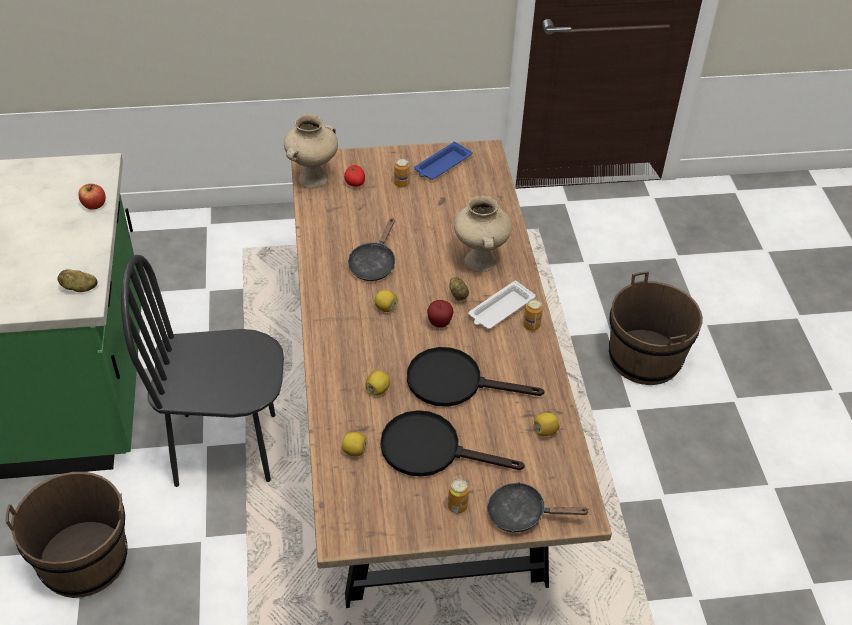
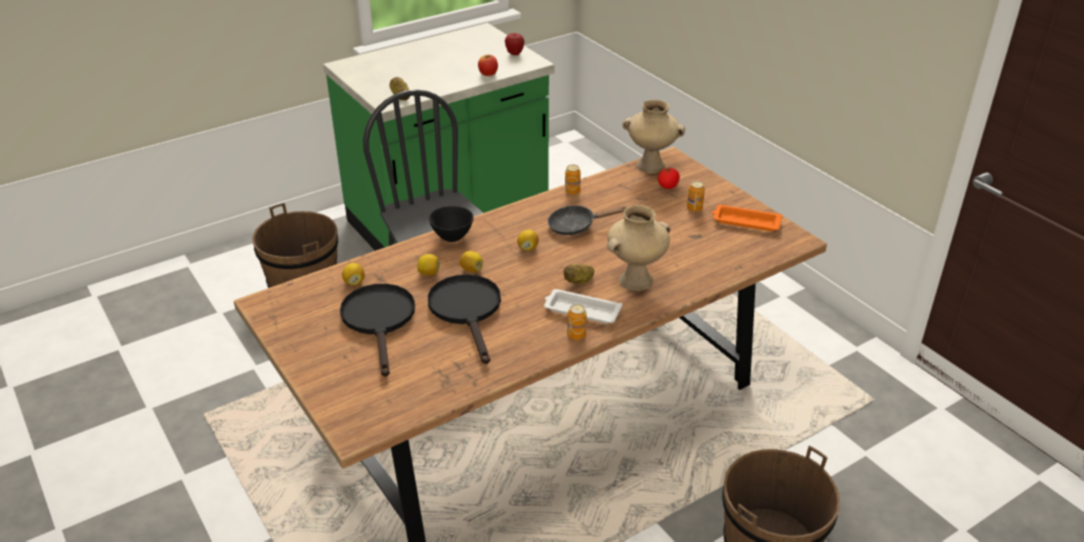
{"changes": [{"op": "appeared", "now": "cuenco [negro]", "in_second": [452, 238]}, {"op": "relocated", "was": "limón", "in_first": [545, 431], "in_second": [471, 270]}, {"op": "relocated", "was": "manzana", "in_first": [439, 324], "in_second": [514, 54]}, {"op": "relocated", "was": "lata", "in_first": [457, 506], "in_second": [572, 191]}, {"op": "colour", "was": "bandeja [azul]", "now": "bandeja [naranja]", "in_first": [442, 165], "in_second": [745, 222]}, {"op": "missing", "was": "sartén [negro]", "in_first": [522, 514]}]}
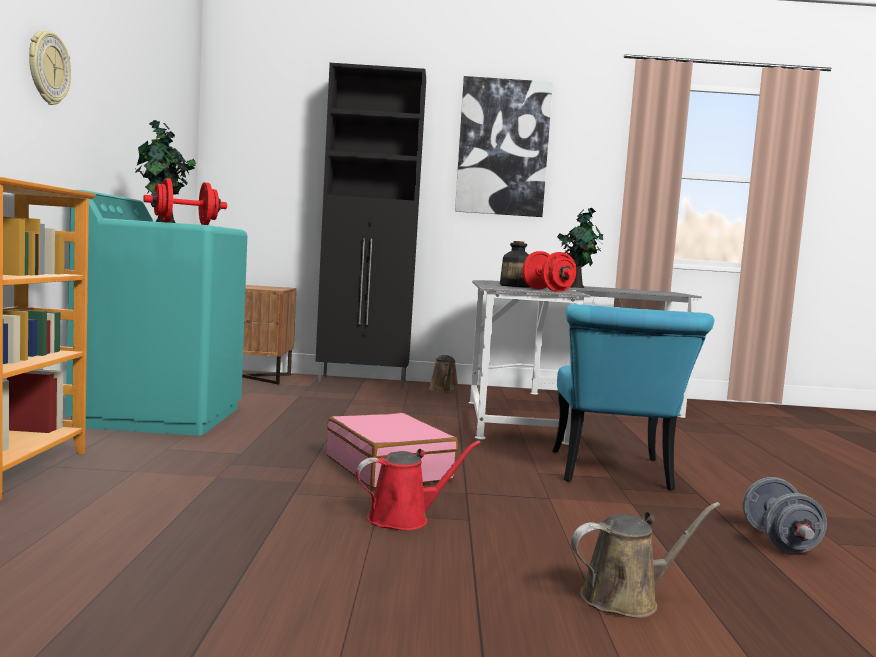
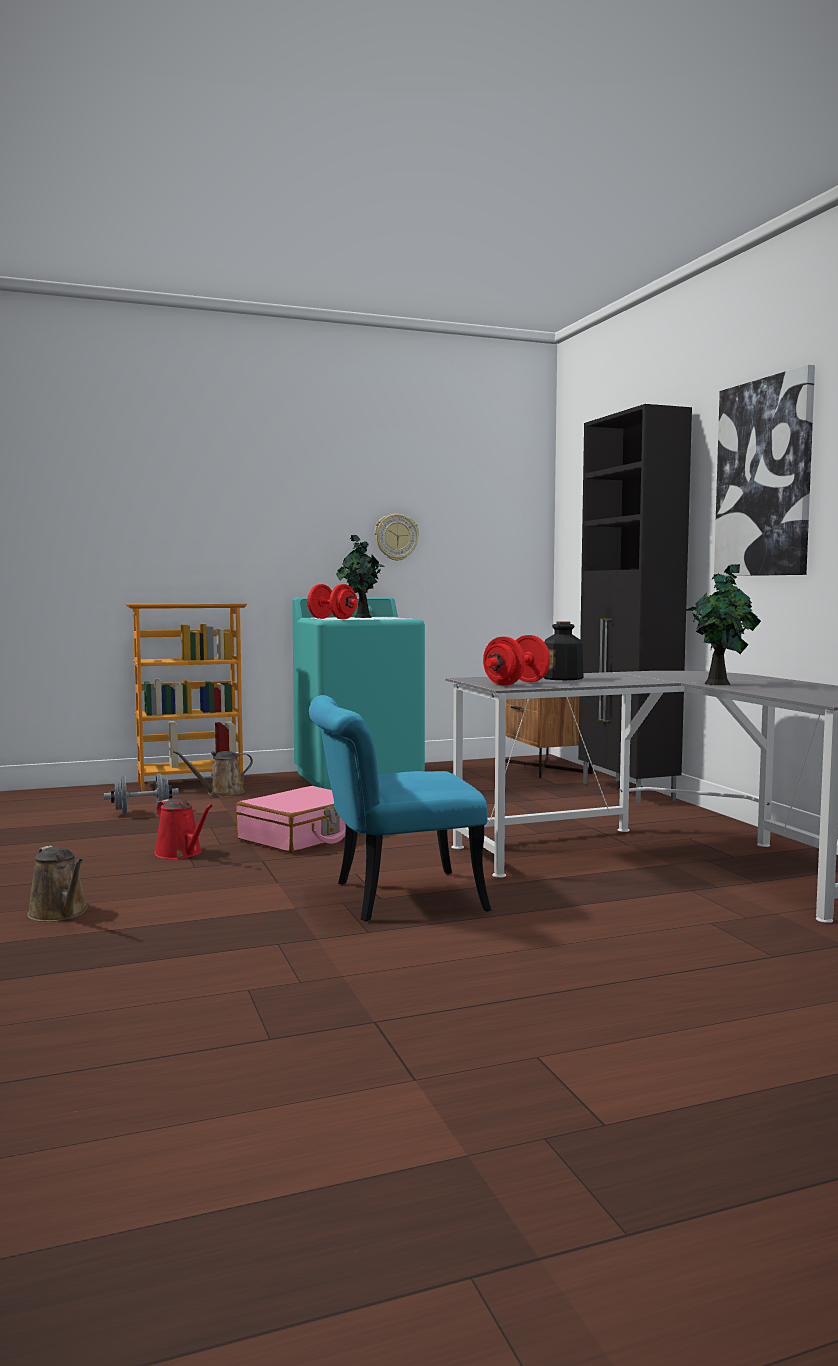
{"changes": [{"op": "relocated", "was": "mancuerna [gris]", "in_first": [779, 541], "in_second": [142, 812]}, {"op": "relocated", "was": "regadera [marrón]", "in_first": [444, 390], "in_second": [222, 793]}, {"op": "relocated", "was": "reloj de pared", "in_first": [47, 68], "in_second": [396, 537]}]}
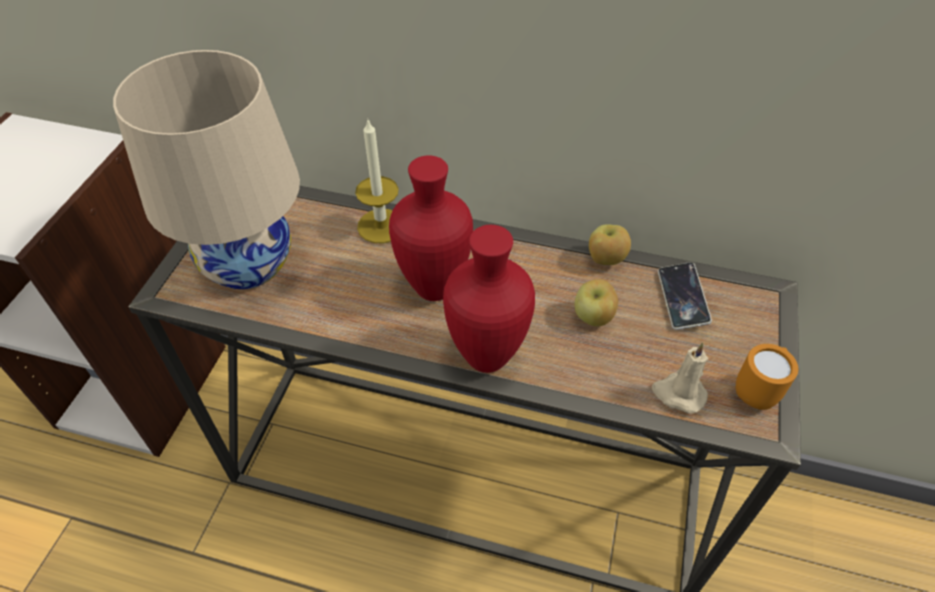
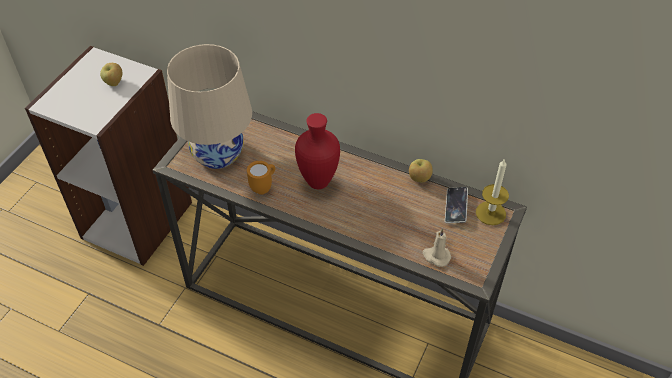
{"changes": [{"op": "relocated", "was": "manzana", "in_first": [593, 318], "in_second": [114, 83]}, {"op": "relocated", "was": "taza grande [naranja]", "in_first": [757, 392], "in_second": [263, 187]}, {"op": "relocated", "was": "vela", "in_first": [381, 226], "in_second": [490, 213]}, {"op": "missing", "was": "florero [rojo]", "in_first": [488, 359]}]}
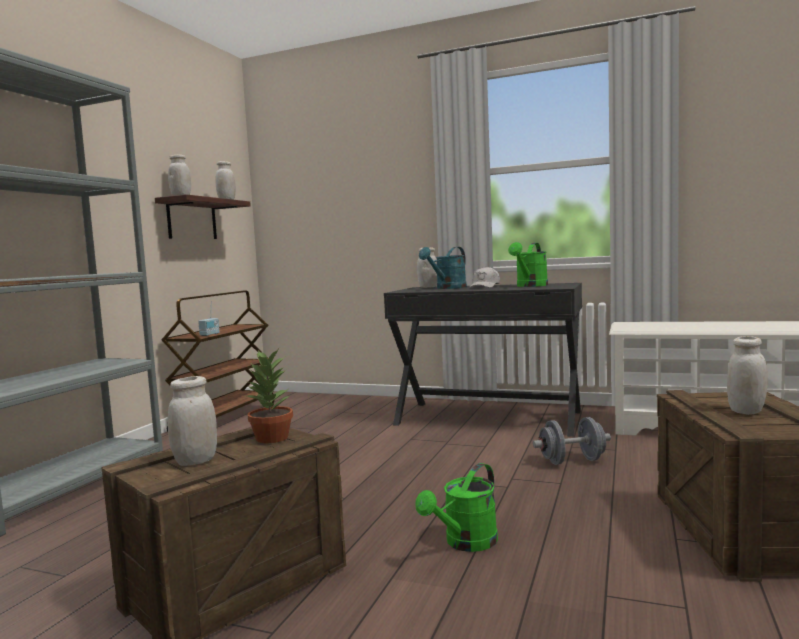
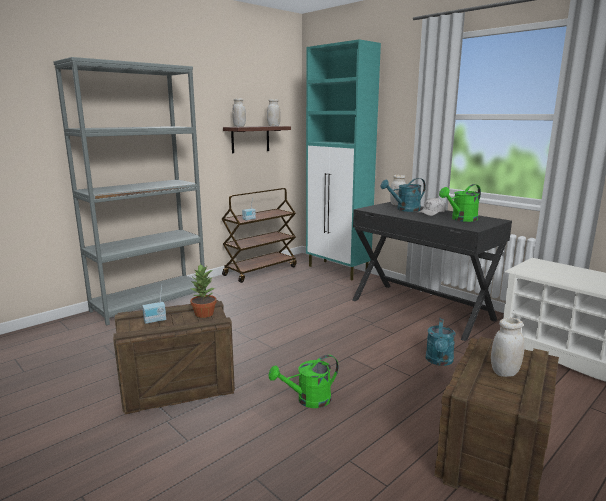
{"changes": [{"op": "exchanged", "was": "tarro [blanco]", "now": "radio", "in_first": [195, 461], "in_second": [155, 321]}, {"op": "appeared", "now": "armario [turquesa]", "in_second": [338, 270]}, {"op": "exchanged", "was": "mancuerna [gris]", "now": "regadera [turquesa]", "in_first": [572, 461], "in_second": [439, 361]}]}
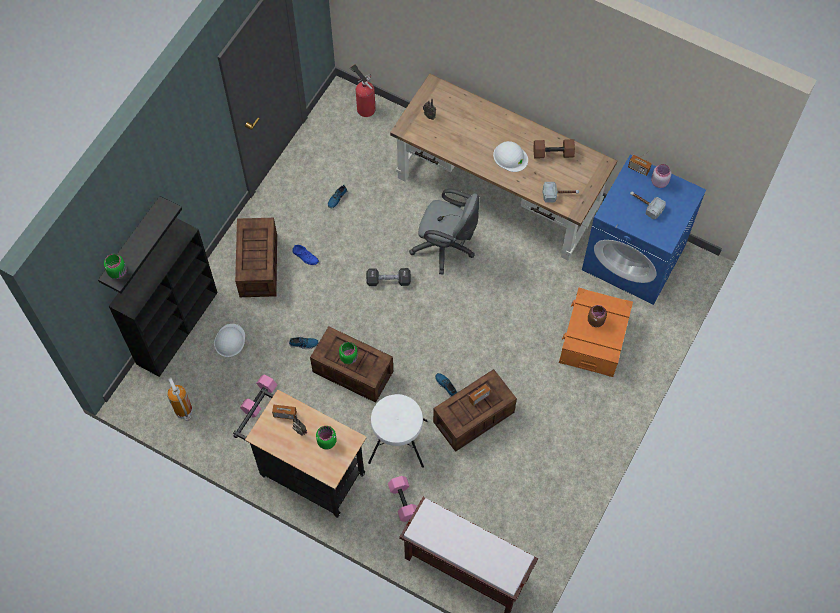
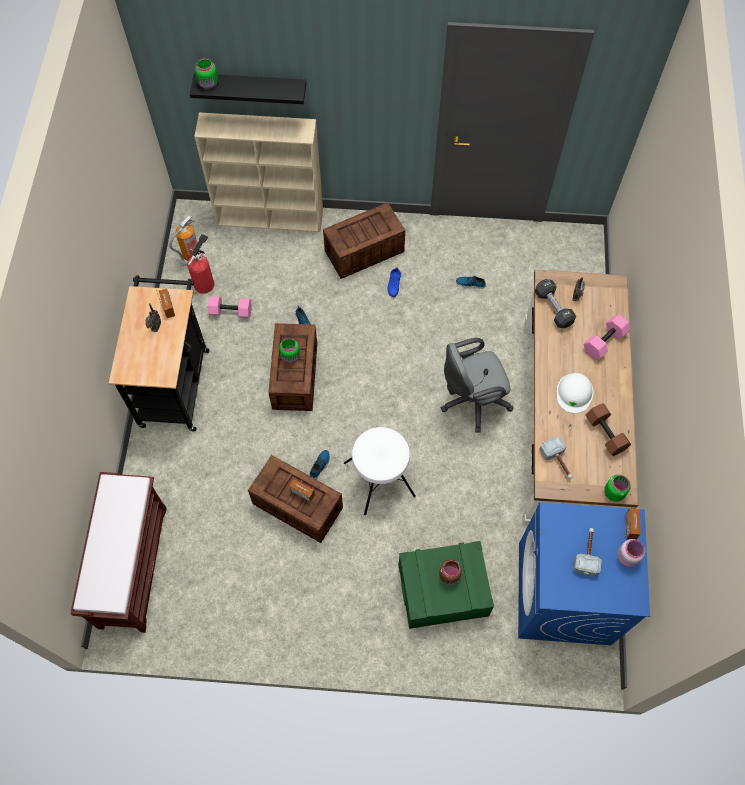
{"changes": [{"op": "relocated", "was": "extintor", "in_first": [364, 107], "in_second": [205, 283]}, {"op": "colour", "was": "estantería [negro]", "now": "estantería [beis]", "in_first": [177, 327], "in_second": [271, 217]}, {"op": "relocated", "was": "taburete [blanco]", "in_first": [397, 440], "in_second": [380, 478]}, {"op": "colour", "was": "caja de almacenaje [naranja]", "now": "caja de almacenaje [verde]", "in_first": [593, 340], "in_second": [443, 590]}, {"op": "spun", "was": "silla de oficina [gris]", "in_first": [446, 247], "in_second": [471, 401], "clockwise": 75}, {"op": "relocated", "was": "mancuerna [negro]", "in_first": [388, 280], "in_second": [553, 308]}, {"op": "relocated", "was": "mancuerna [rosa]", "in_first": [404, 501], "in_second": [604, 342]}, {"op": "relocated", "was": "tarro [verde]", "in_first": [326, 441], "in_second": [614, 492]}, {"op": "missing", "was": "casco [blanco]", "in_first": [229, 340]}]}
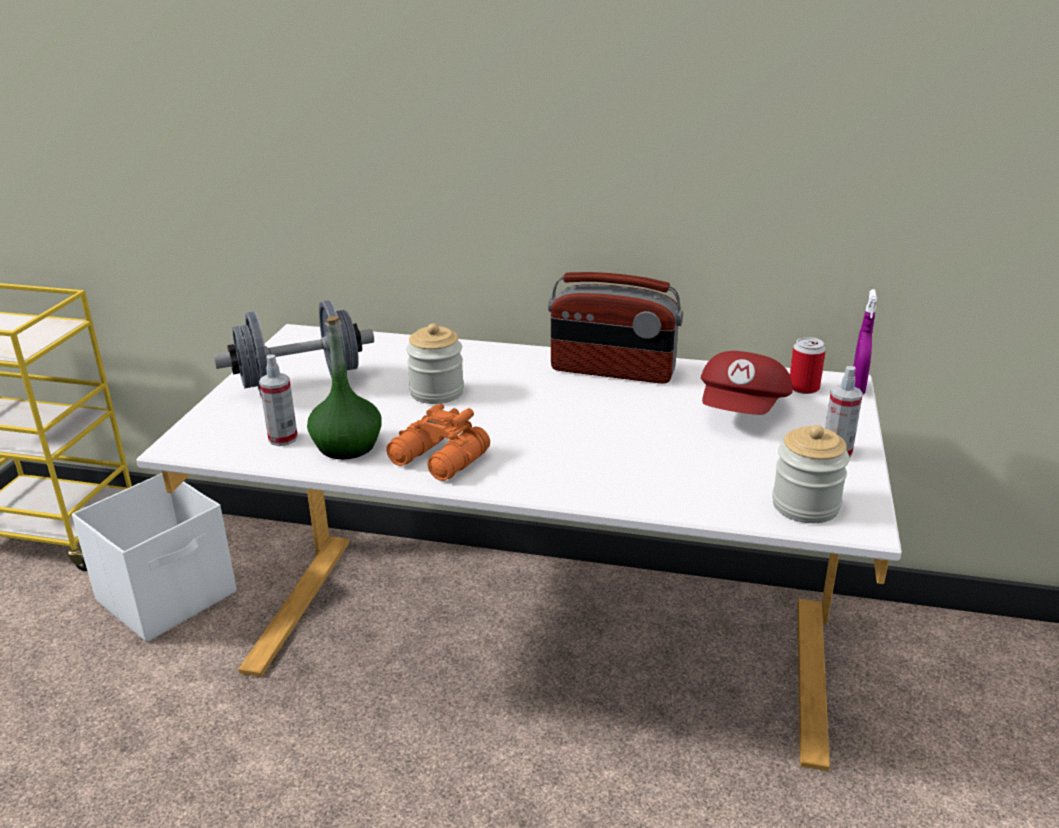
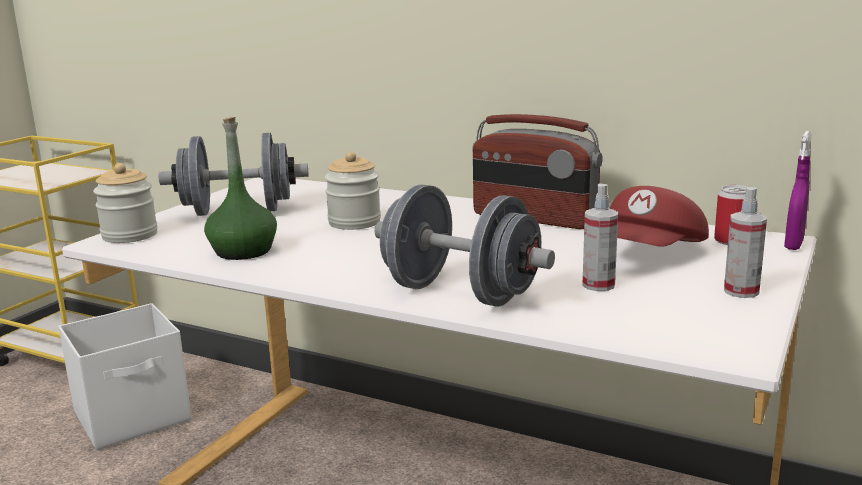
{"changes": [{"op": "relocated", "was": "tarro", "in_first": [805, 505], "in_second": [130, 235]}, {"op": "appeared", "now": "mancuerna [gris]", "in_second": [460, 293]}, {"op": "relocated", "was": "pulverizador", "in_first": [283, 439], "in_second": [598, 285]}, {"op": "missing", "was": "prismáticos [naranja]", "in_first": [439, 460]}]}
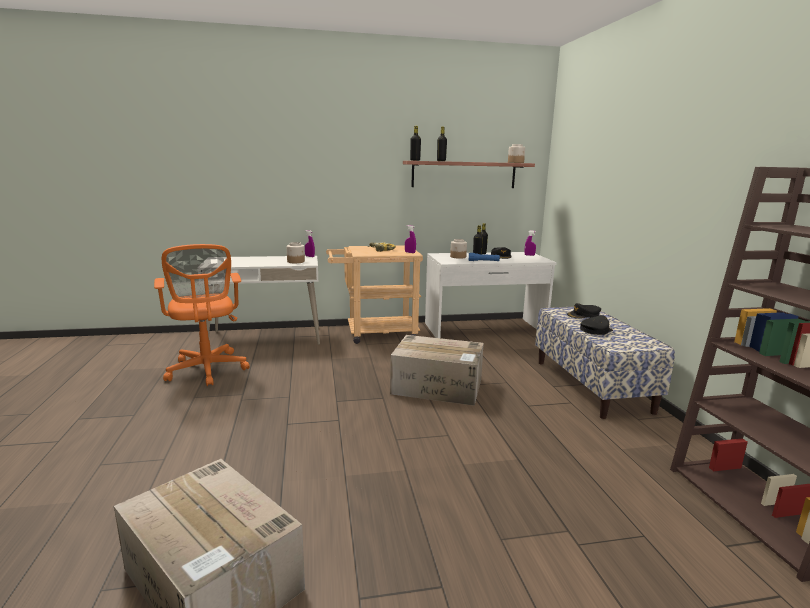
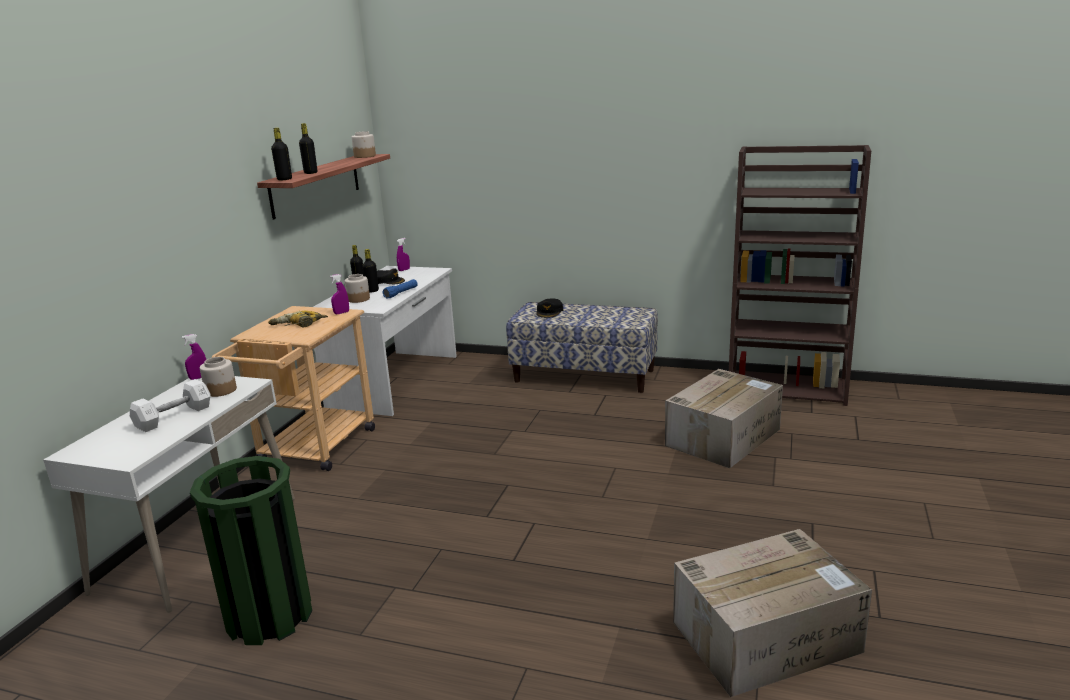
{"changes": [{"op": "appeared", "now": "mancuerna [blanco]", "in_second": [174, 417]}, {"op": "exchanged", "was": "silla de oficina [naranja]", "now": "papelera [verde]", "in_first": [207, 370], "in_second": [269, 616]}, {"op": "relocated", "was": "caja de cartón", "in_first": [438, 386], "in_second": [723, 437]}, {"op": "missing", "was": "gorra [negro]", "in_first": [595, 330]}]}
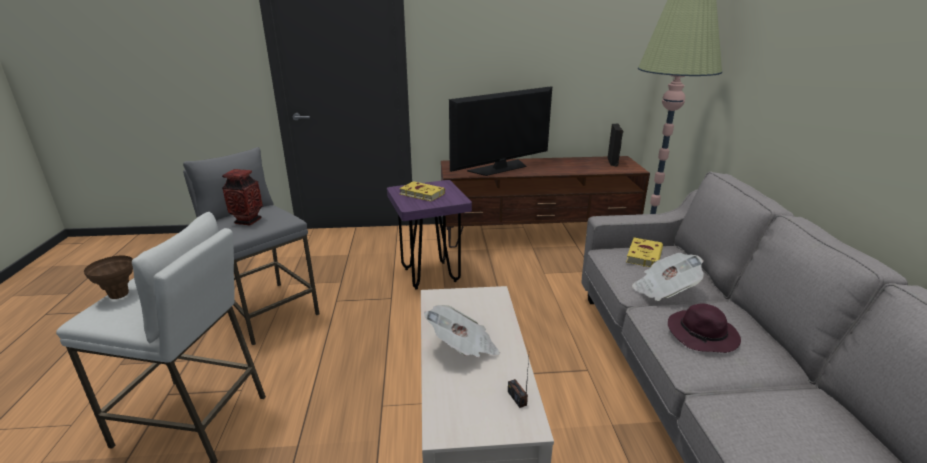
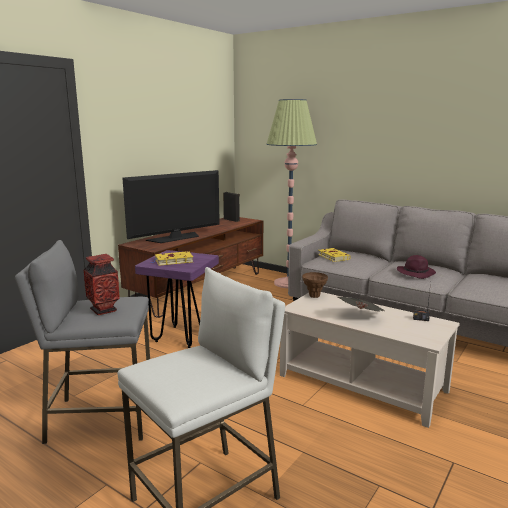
{"changes": [{"op": "spun", "was": "televisor", "in_first": [500, 168], "in_second": [175, 238], "clockwise": 45}, {"op": "relocated", "was": "florero [marrón]", "in_first": [119, 295], "in_second": [314, 296]}, {"op": "missing", "was": "periódico", "in_first": [664, 290]}]}
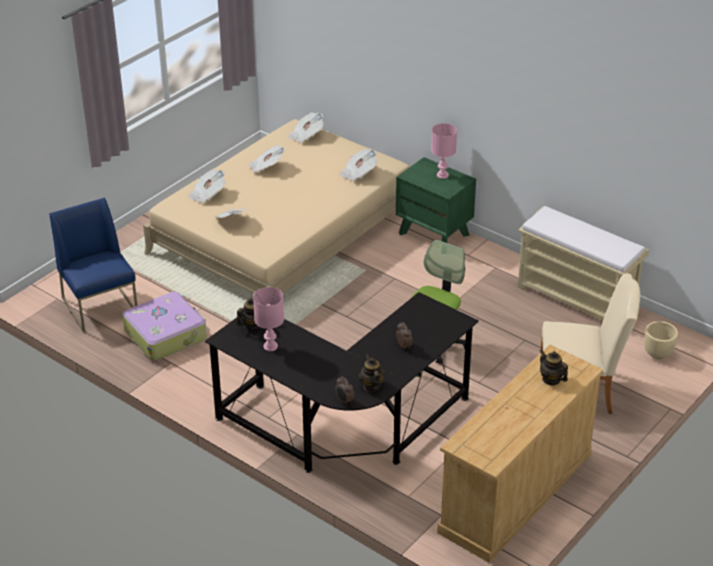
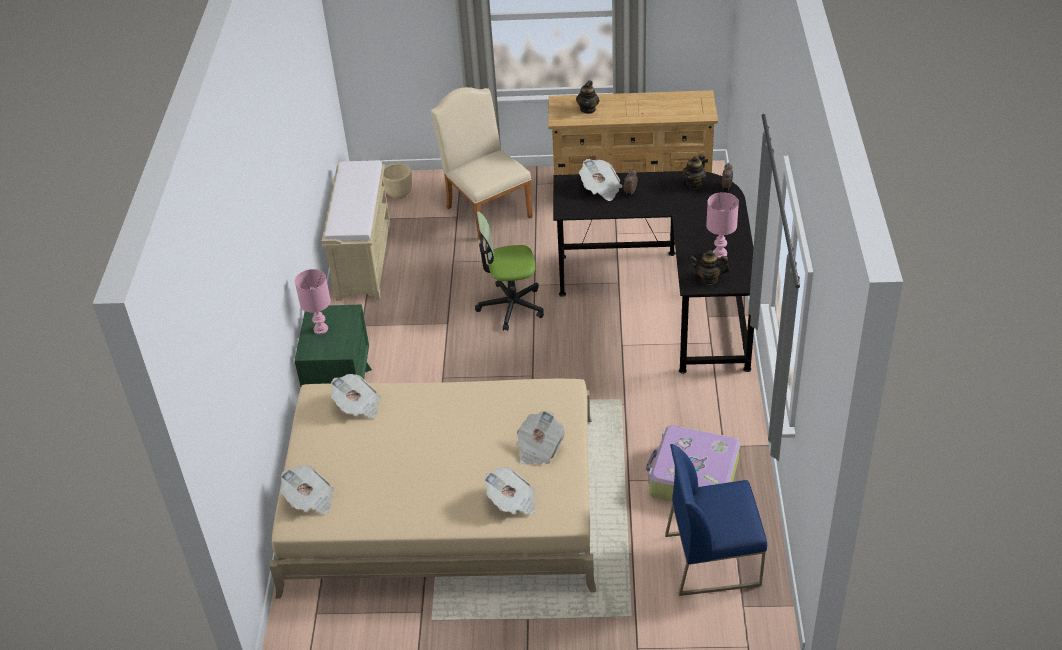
{"changes": [{"op": "relocated", "was": "periódico", "in_first": [266, 167], "in_second": [601, 189]}, {"op": "spun", "was": "silla [azul]", "in_first": [101, 306], "in_second": [713, 559], "clockwise": 60}]}
